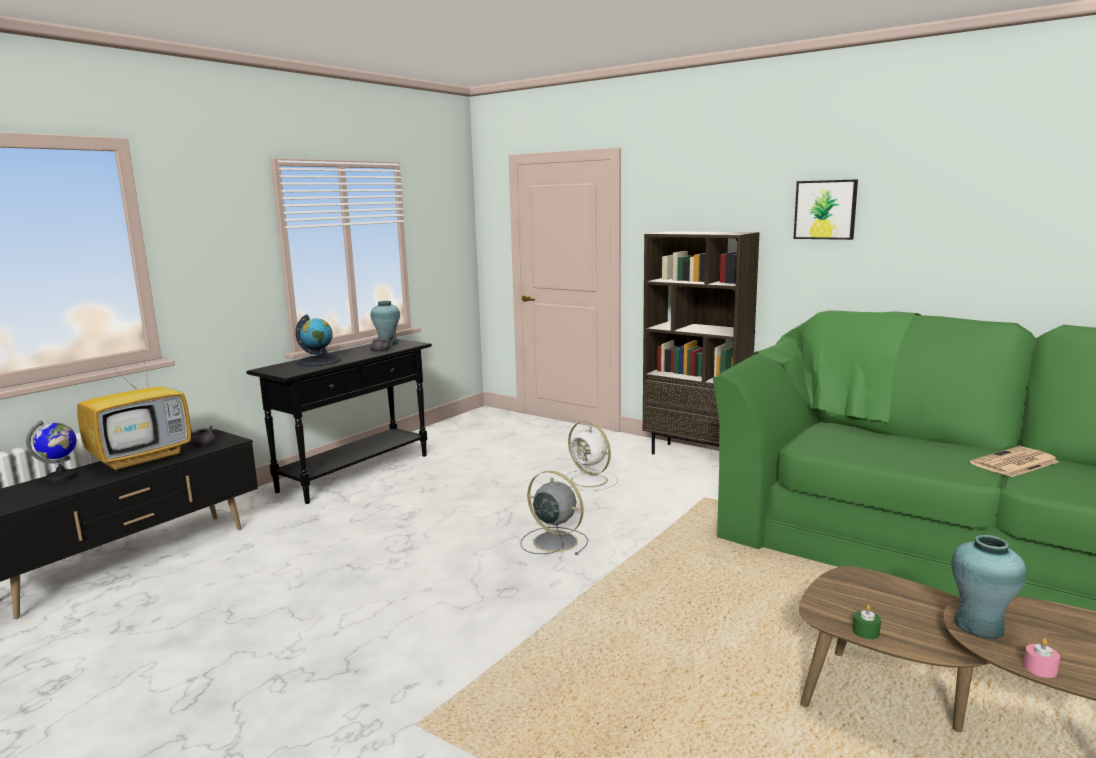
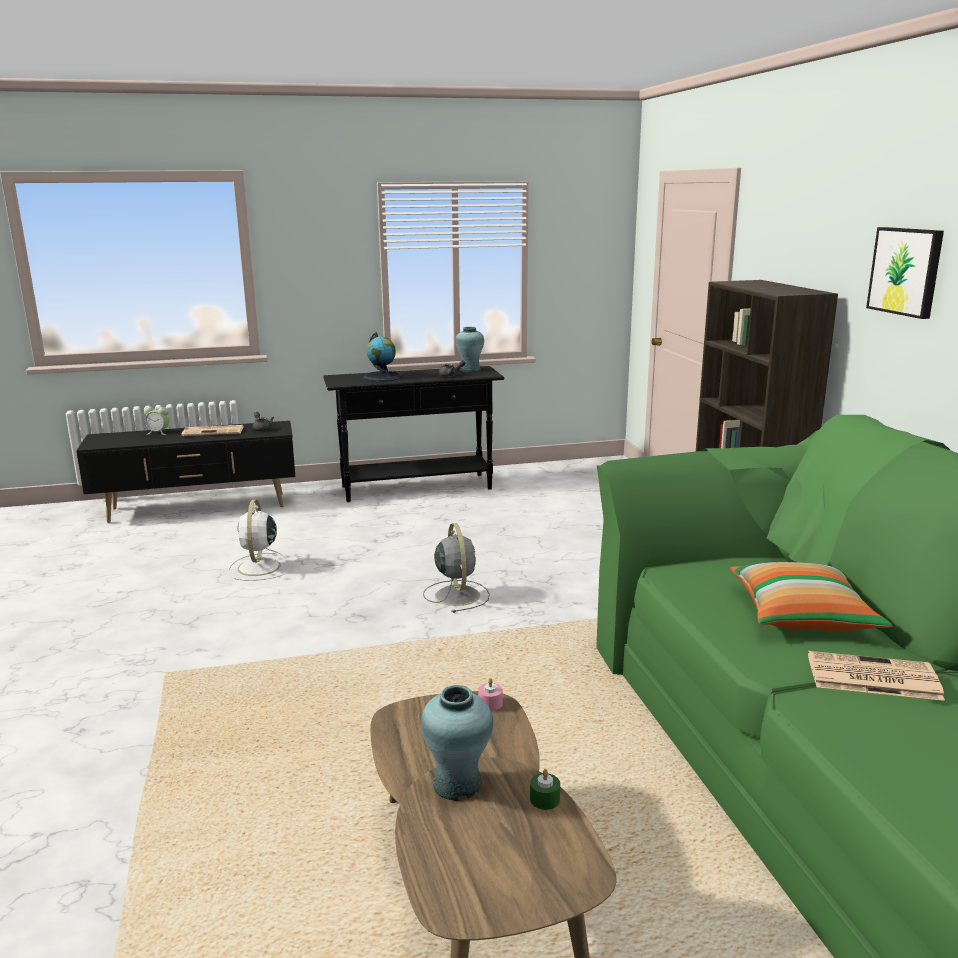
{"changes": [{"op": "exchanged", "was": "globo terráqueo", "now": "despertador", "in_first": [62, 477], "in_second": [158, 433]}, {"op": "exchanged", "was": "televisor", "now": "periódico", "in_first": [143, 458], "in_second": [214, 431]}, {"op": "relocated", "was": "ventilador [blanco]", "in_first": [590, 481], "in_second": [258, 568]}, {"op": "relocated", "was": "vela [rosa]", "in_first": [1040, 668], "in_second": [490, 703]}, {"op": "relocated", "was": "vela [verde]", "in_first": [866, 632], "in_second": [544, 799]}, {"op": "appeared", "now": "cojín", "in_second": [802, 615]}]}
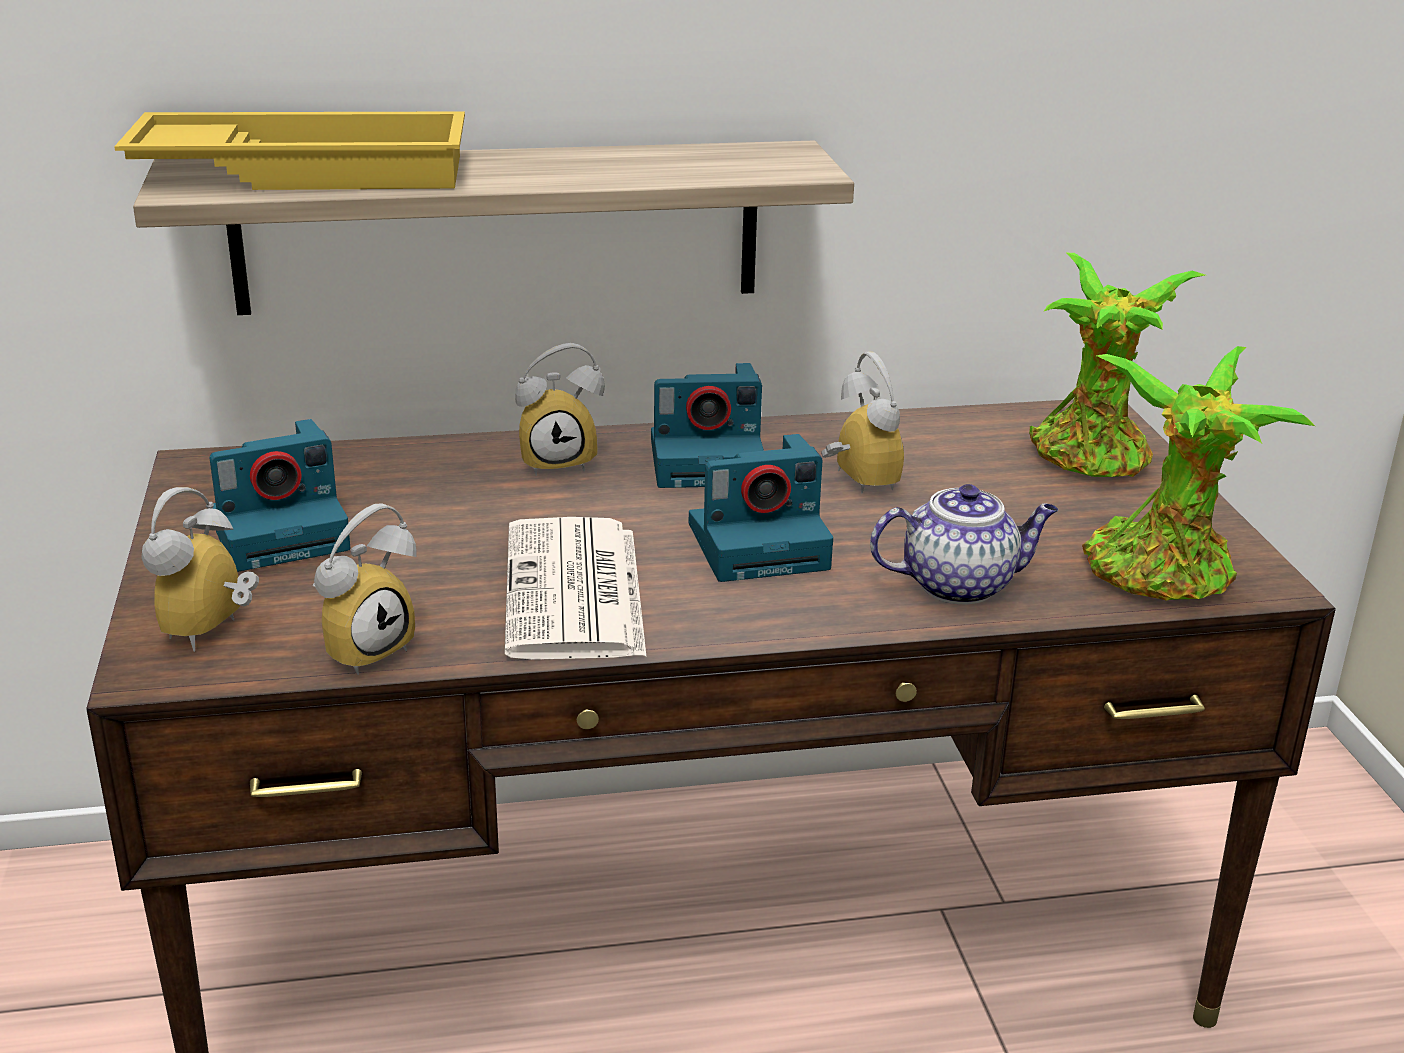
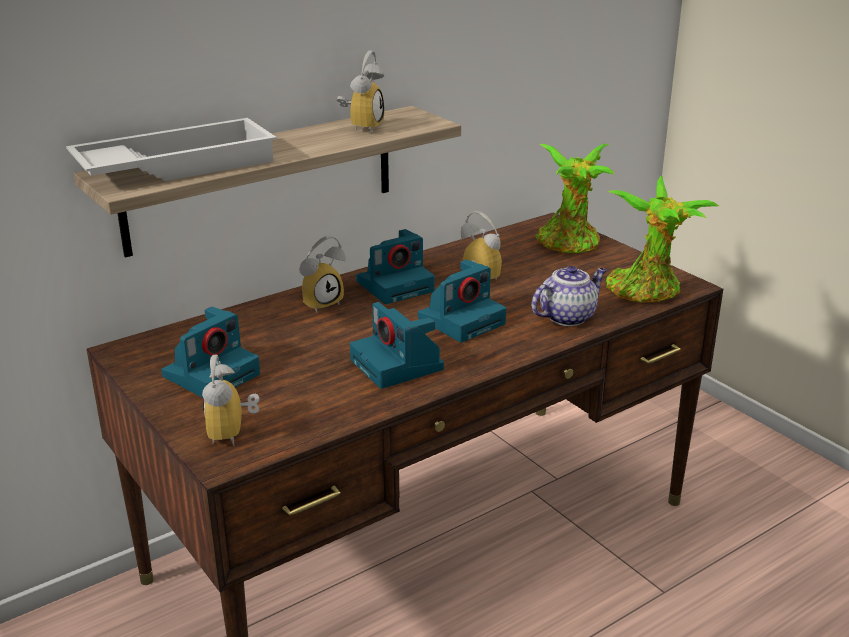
{"changes": [{"op": "colour", "was": "bandeja [amarillo]", "now": "bandeja [blanco]", "in_first": [306, 171], "in_second": [176, 165]}, {"op": "relocated", "was": "despertador", "in_first": [365, 647], "in_second": [362, 126]}, {"op": "exchanged", "was": "periódico", "now": "cámara", "in_first": [575, 593], "in_second": [398, 365]}]}
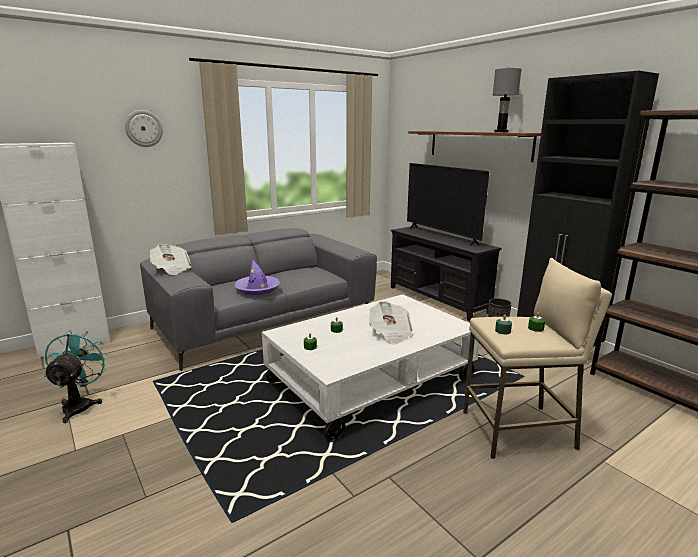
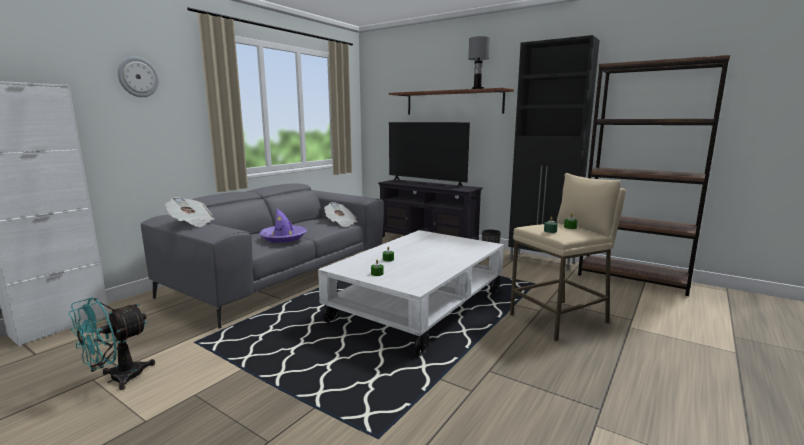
{"changes": [{"op": "spun", "was": "ventilador [turquesa]", "in_first": [80, 405], "in_second": [117, 379], "clockwise": -120}, {"op": "relocated", "was": "periódico", "in_first": [390, 334], "in_second": [341, 223]}]}
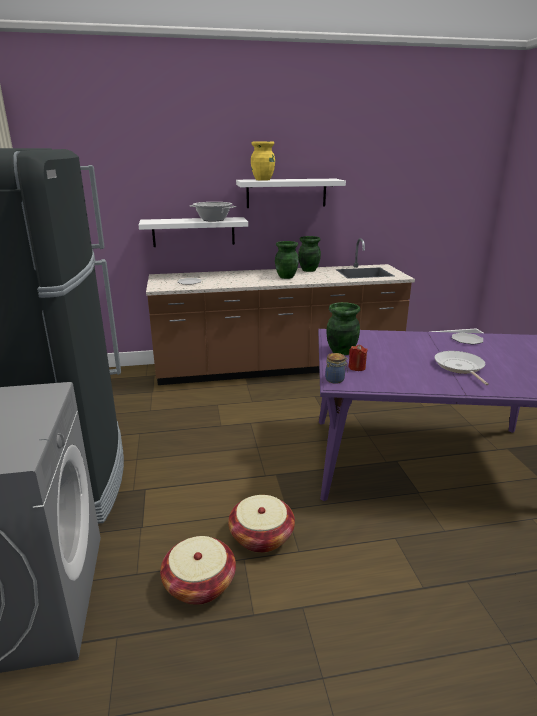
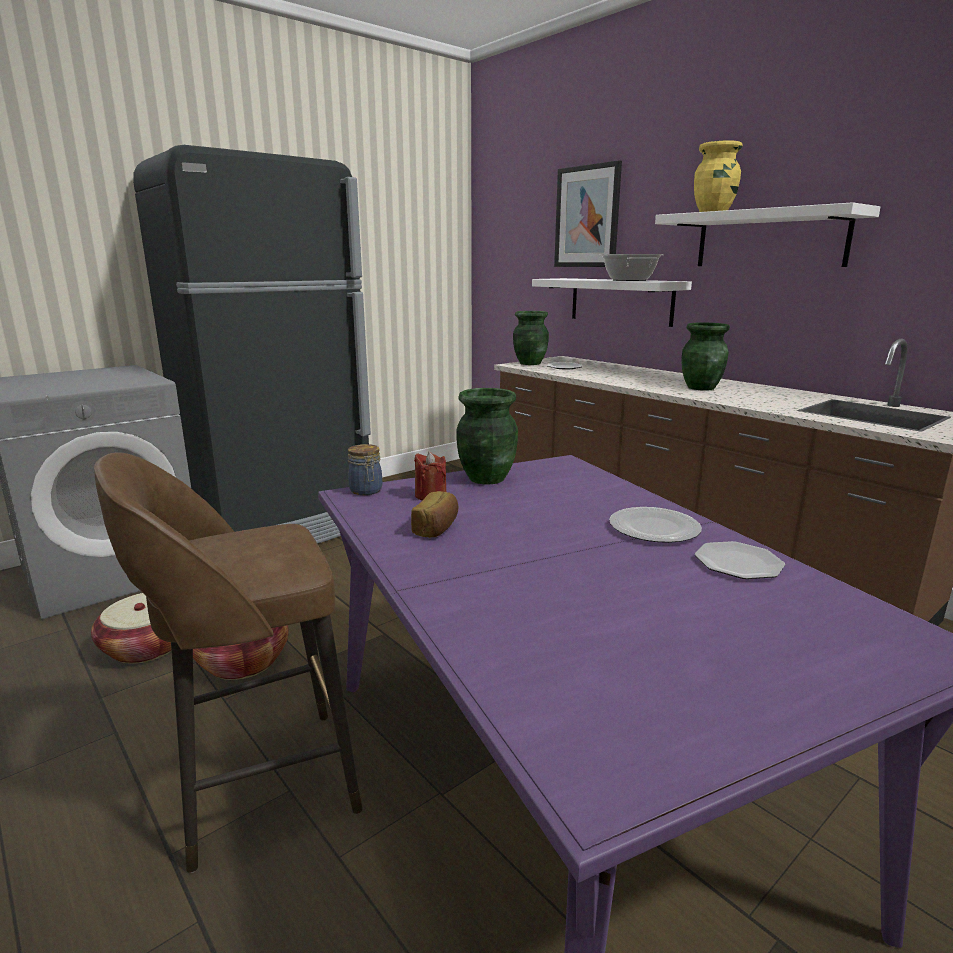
{"changes": [{"op": "appeared", "now": "taburete [marrón]", "in_second": [259, 785]}, {"op": "appeared", "now": "pan", "in_second": [437, 528]}, {"op": "relocated", "was": "florero [verde]", "in_first": [308, 270], "in_second": [529, 363]}, {"op": "appeared", "now": "cuadro", "in_second": [587, 217]}, {"op": "appeared", "now": "plato", "in_second": [654, 529]}, {"op": "missing", "was": "sartén", "in_first": [460, 367]}]}
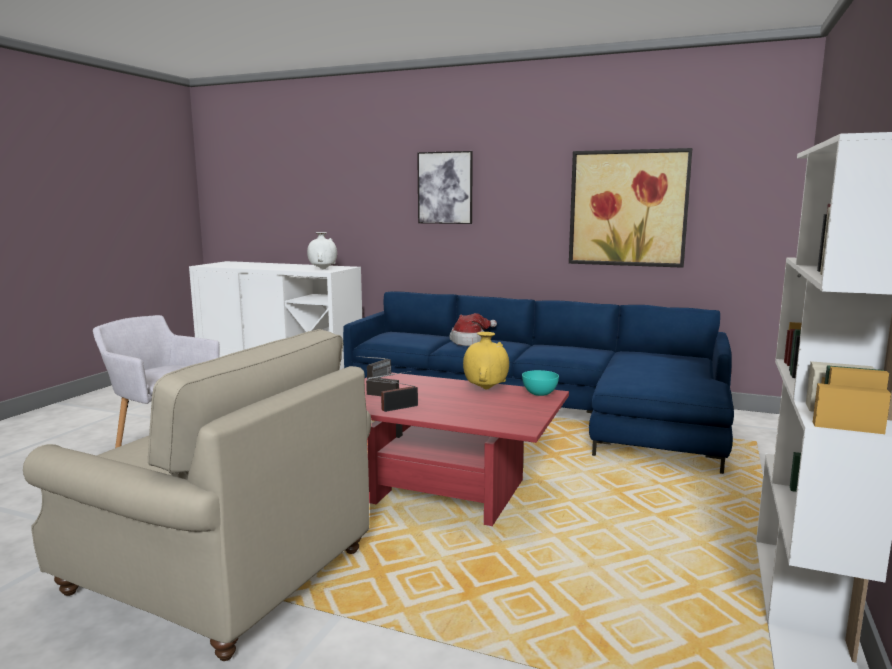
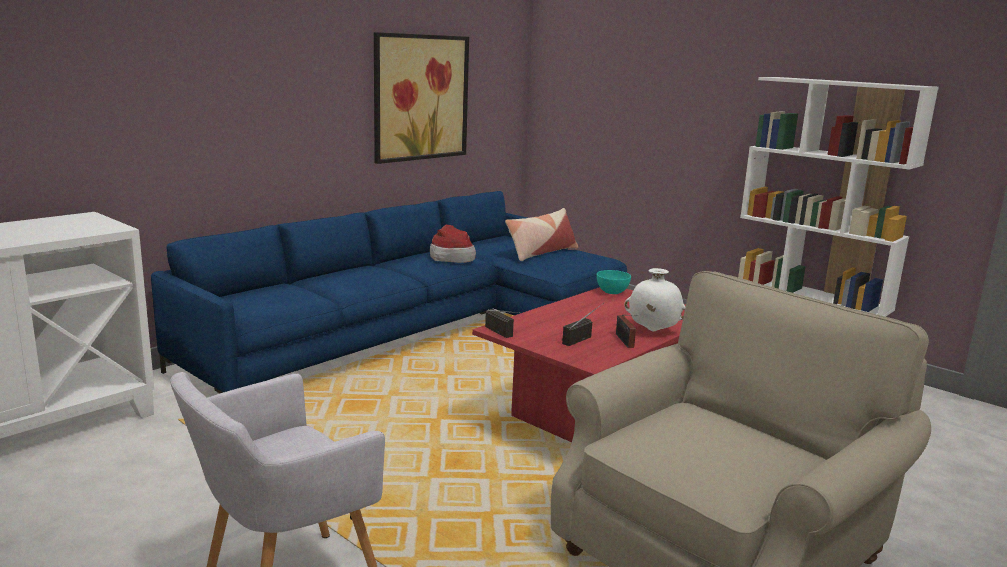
{"changes": [{"op": "relocated", "was": "sombrero", "in_first": [470, 341], "in_second": [451, 257]}, {"op": "appeared", "now": "cojín", "in_second": [541, 253]}, {"op": "relocated", "was": "florero [blanco]", "in_first": [322, 269], "in_second": [652, 331]}, {"op": "missing", "was": "cuadro", "in_first": [445, 188]}, {"op": "missing", "was": "florero [amarillo]", "in_first": [485, 389]}]}
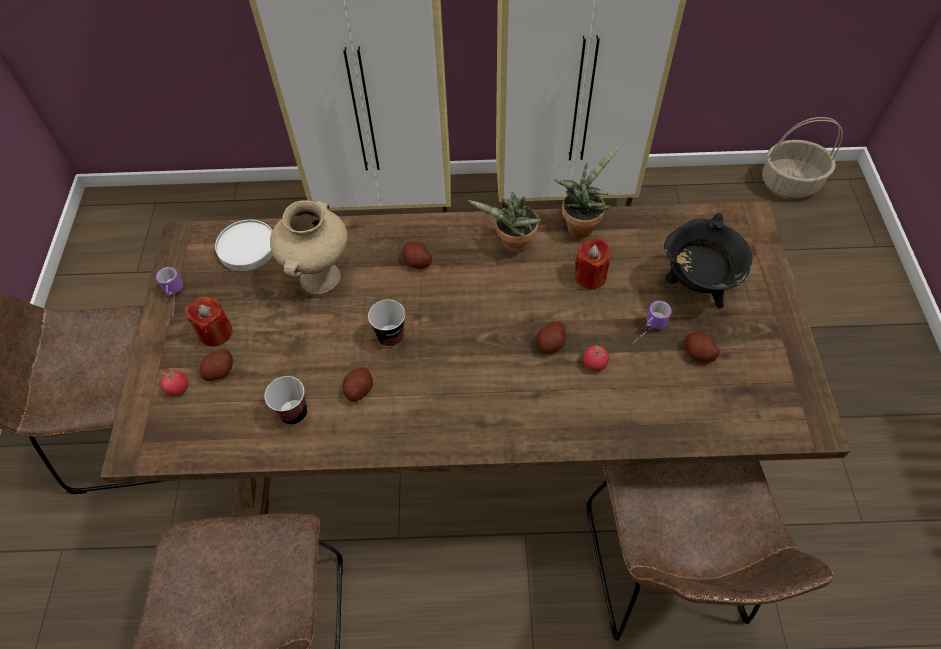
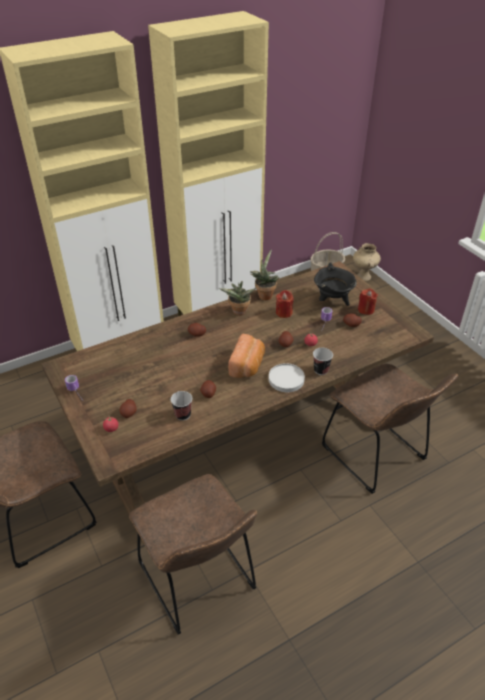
{"changes": [{"op": "appeared", "now": "pan", "in_second": [248, 365]}, {"op": "relocated", "was": "plato [blanco]", "in_first": [247, 248], "in_second": [286, 379]}, {"op": "relocated", "was": "taza", "in_first": [391, 336], "in_second": [321, 370]}, {"op": "relocated", "was": "florero [beis]", "in_first": [321, 279], "in_second": [364, 277]}, {"op": "relocated", "was": "vela [rojo]", "in_first": [215, 332], "in_second": [366, 309]}]}
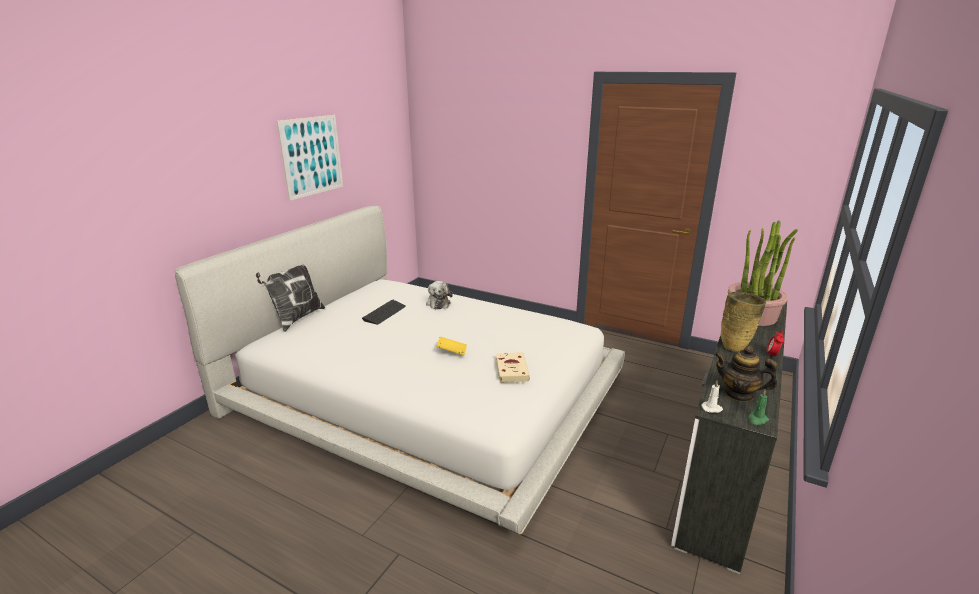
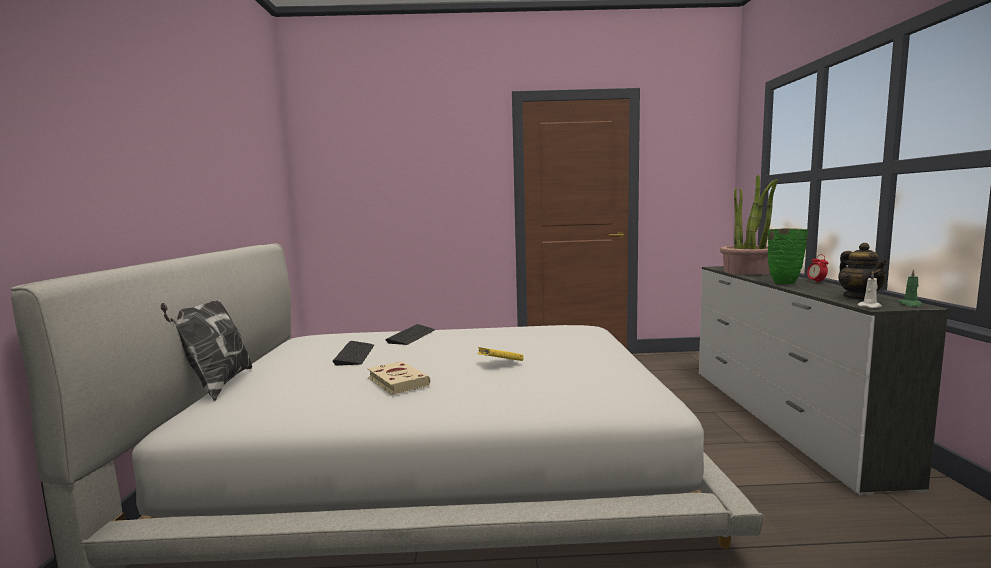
{"changes": [{"op": "relocated", "was": "libro [beis]", "in_first": [511, 369], "in_second": [396, 381]}, {"op": "exchanged", "was": "peluche", "now": "teclado", "in_first": [438, 303], "in_second": [411, 336]}, {"op": "colour", "was": "florero [beis]", "now": "florero [verde]", "in_first": [735, 348], "in_second": [785, 283]}, {"op": "spun", "was": "tetera", "in_first": [739, 394], "in_second": [859, 298], "clockwise": -90}, {"op": "missing", "was": "cuadro", "in_first": [312, 156]}]}
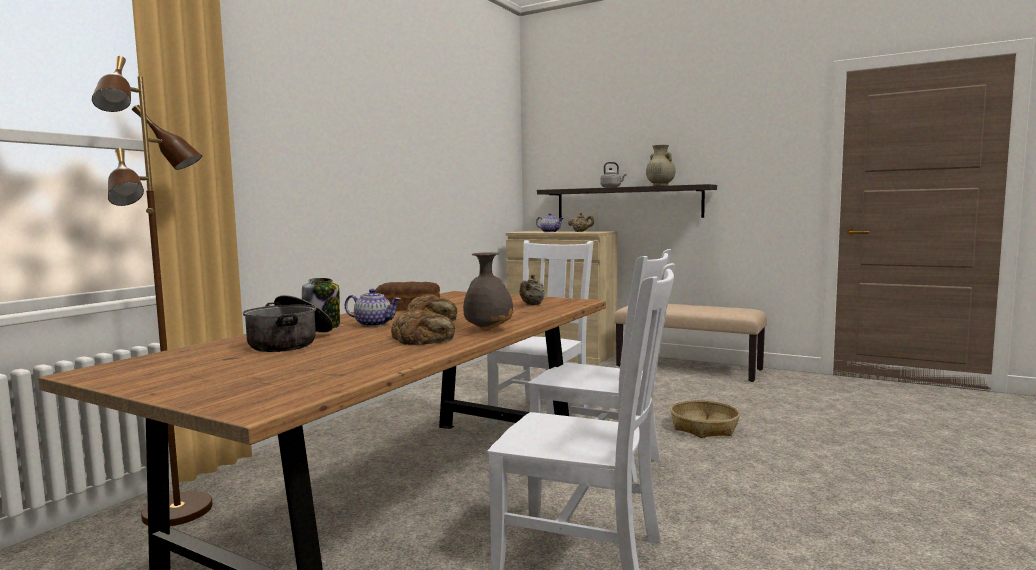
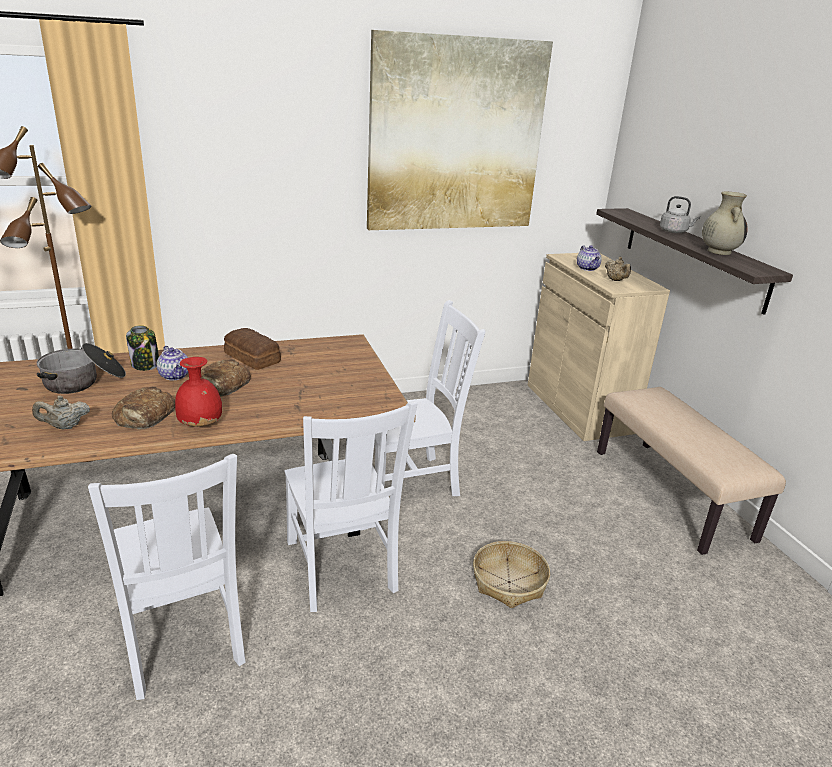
{"changes": [{"op": "relocated", "was": "tetera [beis]", "in_first": [532, 305], "in_second": [64, 427]}, {"op": "colour", "was": "florero [gris]", "now": "florero [rojo]", "in_first": [488, 330], "in_second": [201, 425]}, {"op": "appeared", "now": "cuadro", "in_second": [456, 136]}]}
